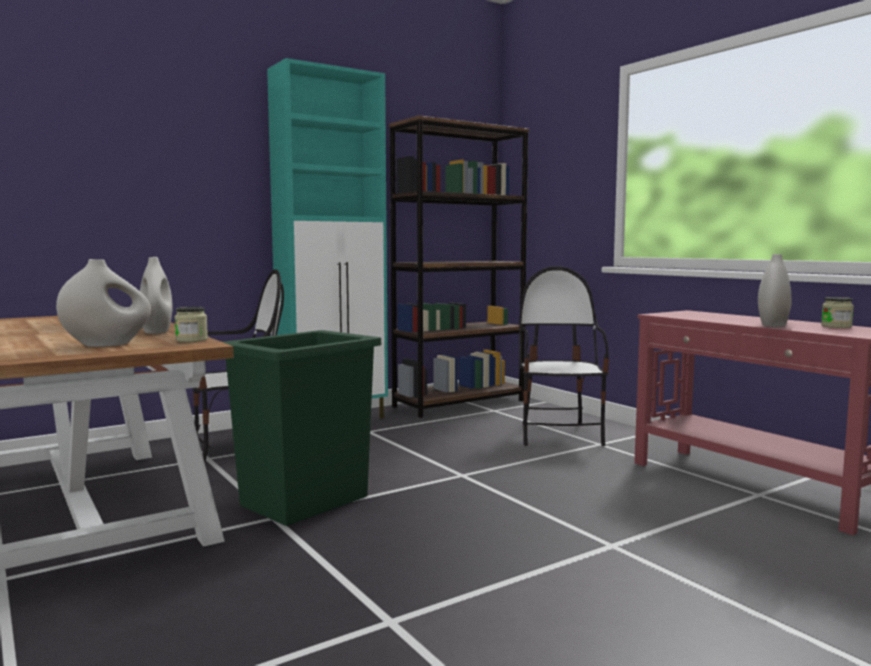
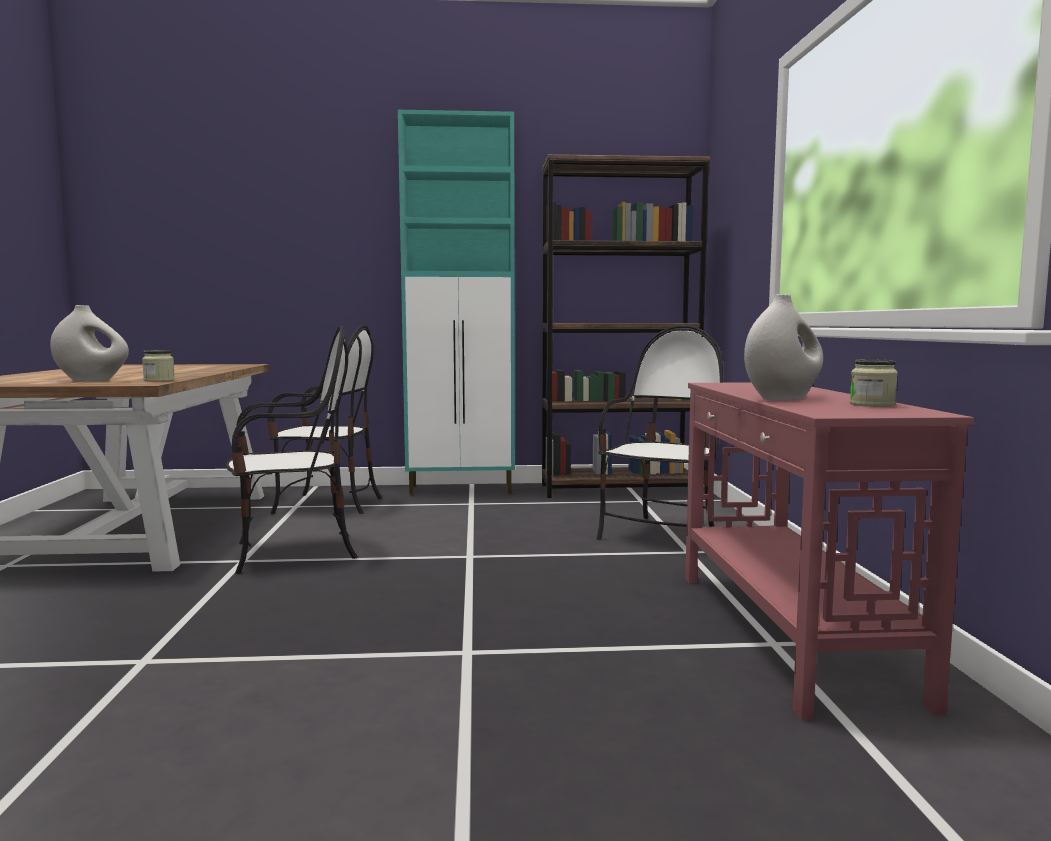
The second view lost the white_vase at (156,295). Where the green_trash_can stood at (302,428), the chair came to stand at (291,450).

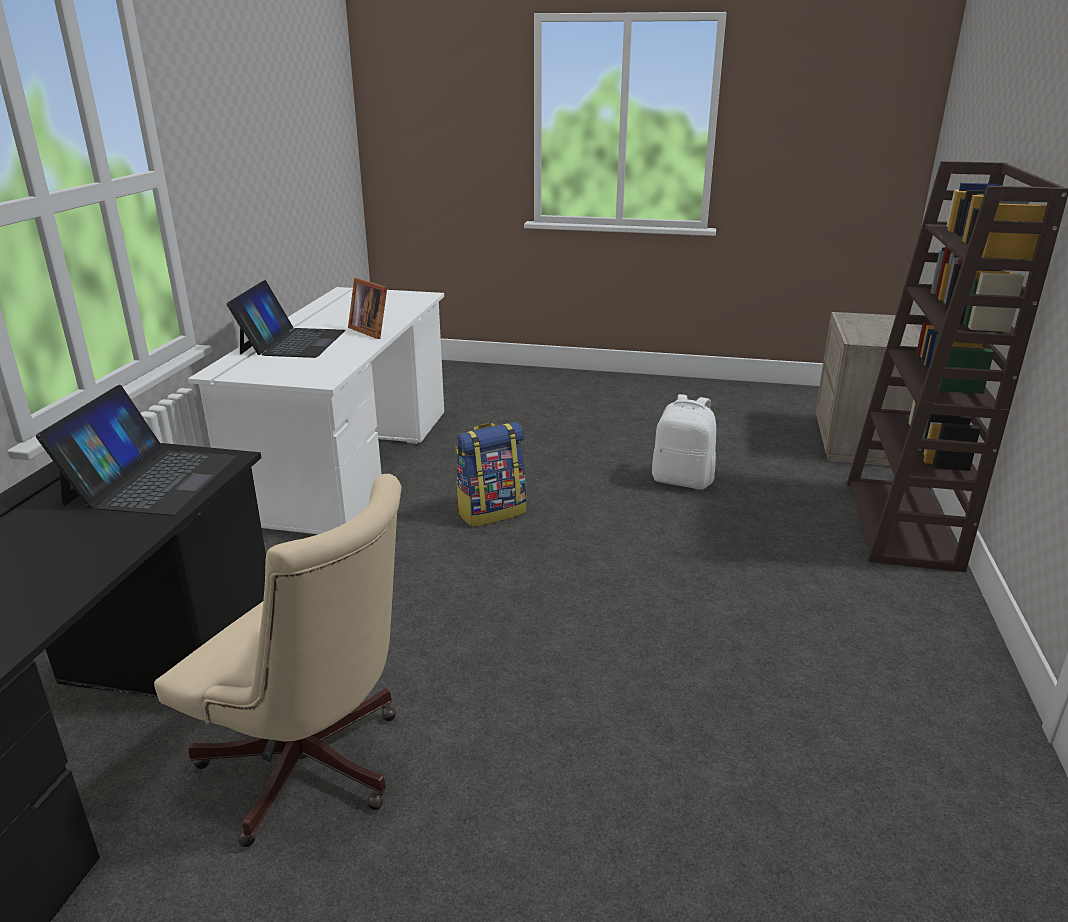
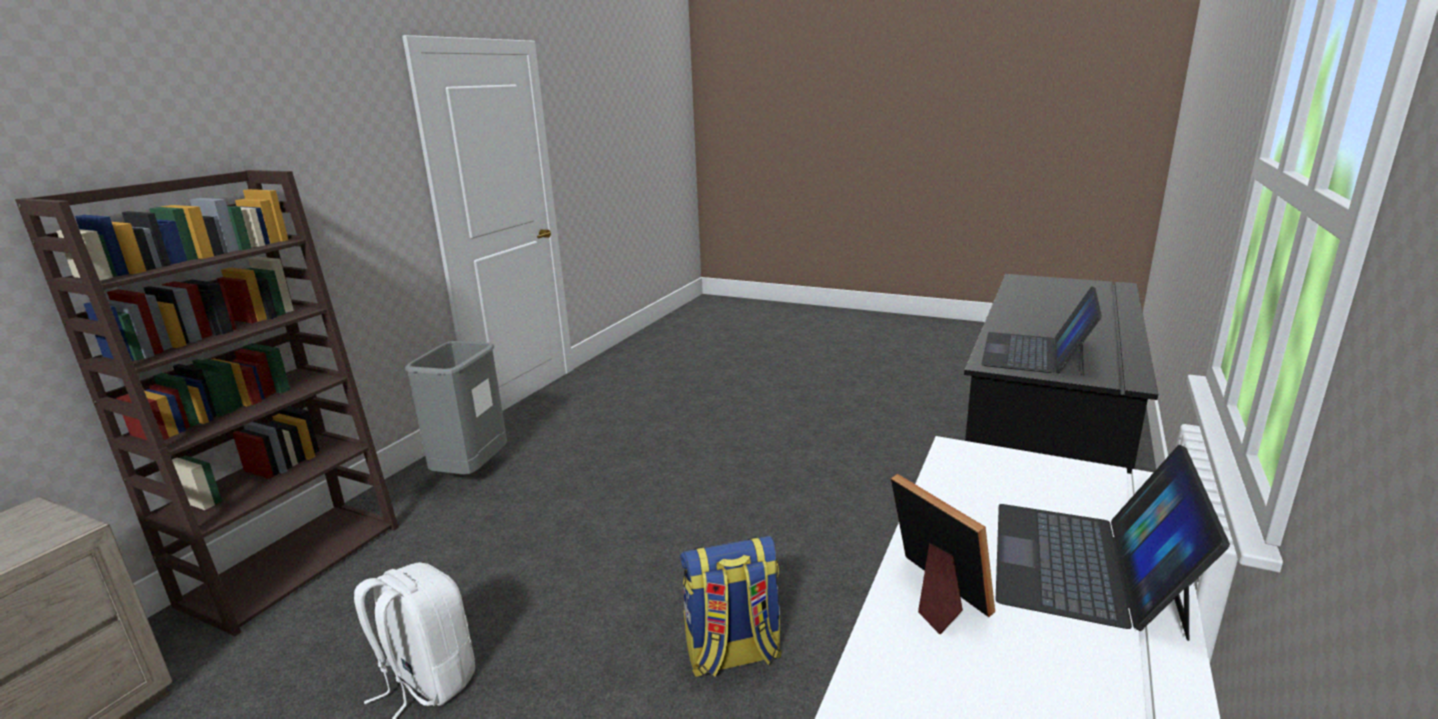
The second view lost the beige_office_chair at (278,660). The second view gained the grey_trash_can at (456,408).

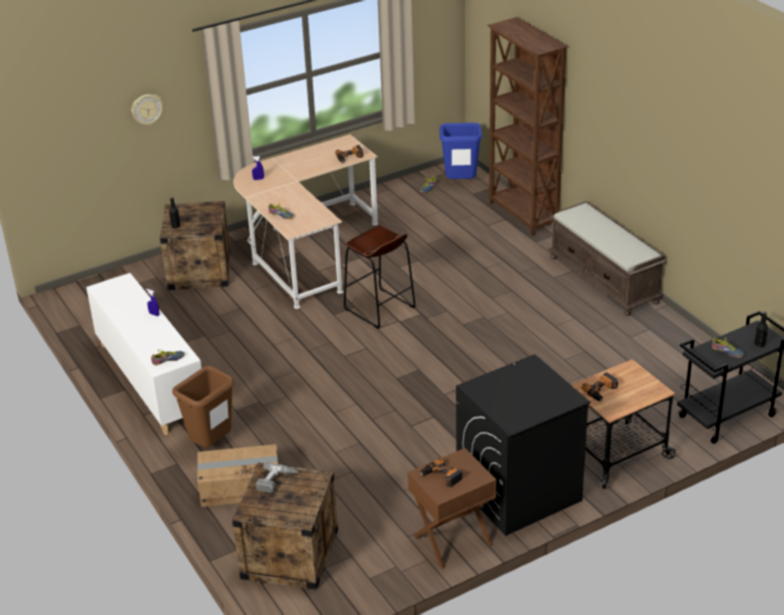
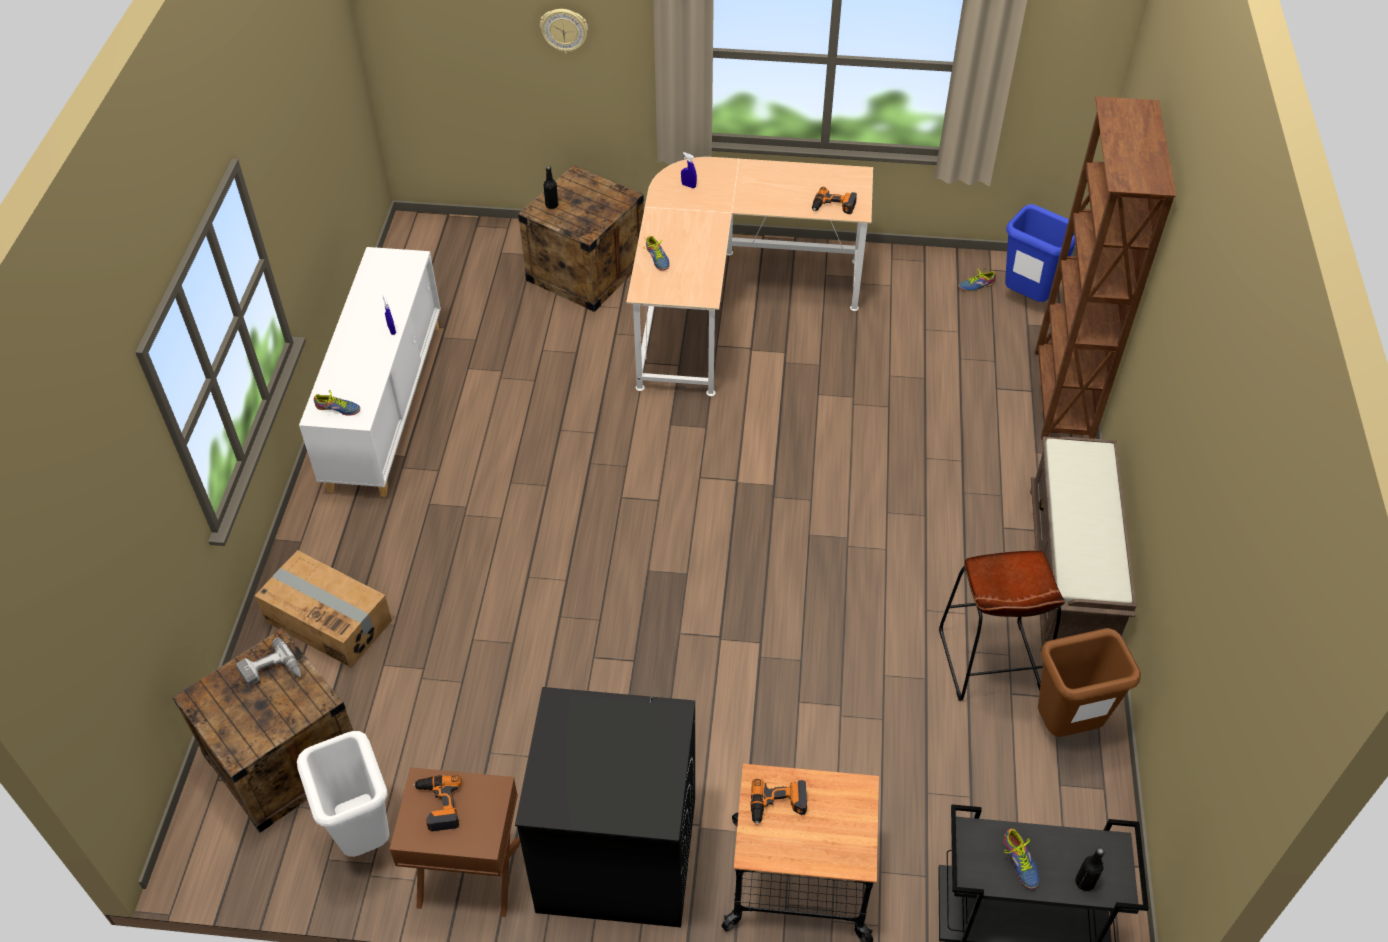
The second view gained the white_trash_can at (343,794). The brown_trash_can ended up elsewhere, having gone from (203,406) to (1089,682). The brown_stool ended up elsewhere, having gone from (379,277) to (1002,626).

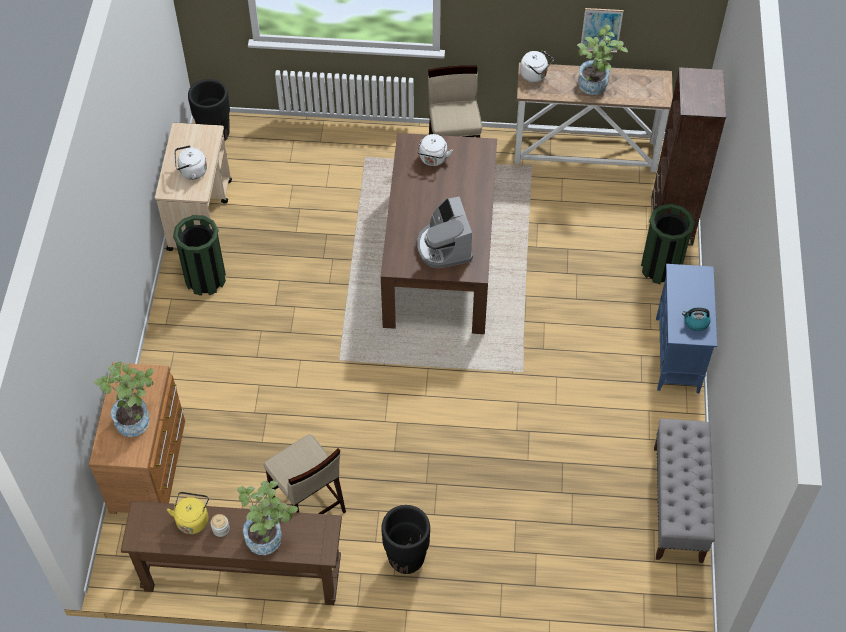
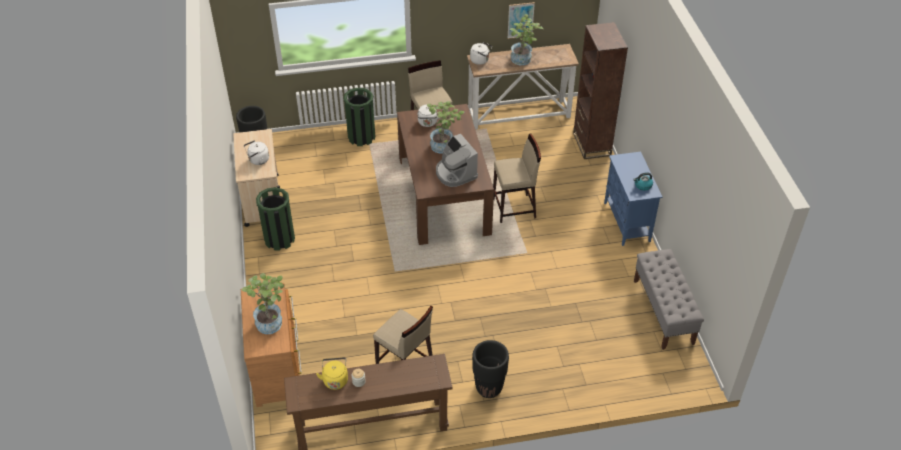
The second view gained the beige_stool at (517,178). The potted_plant ended up elsewhere, having gone from (267,518) to (445,127). The green_trash_can ended up elsewhere, having gone from (668,244) to (359,117).

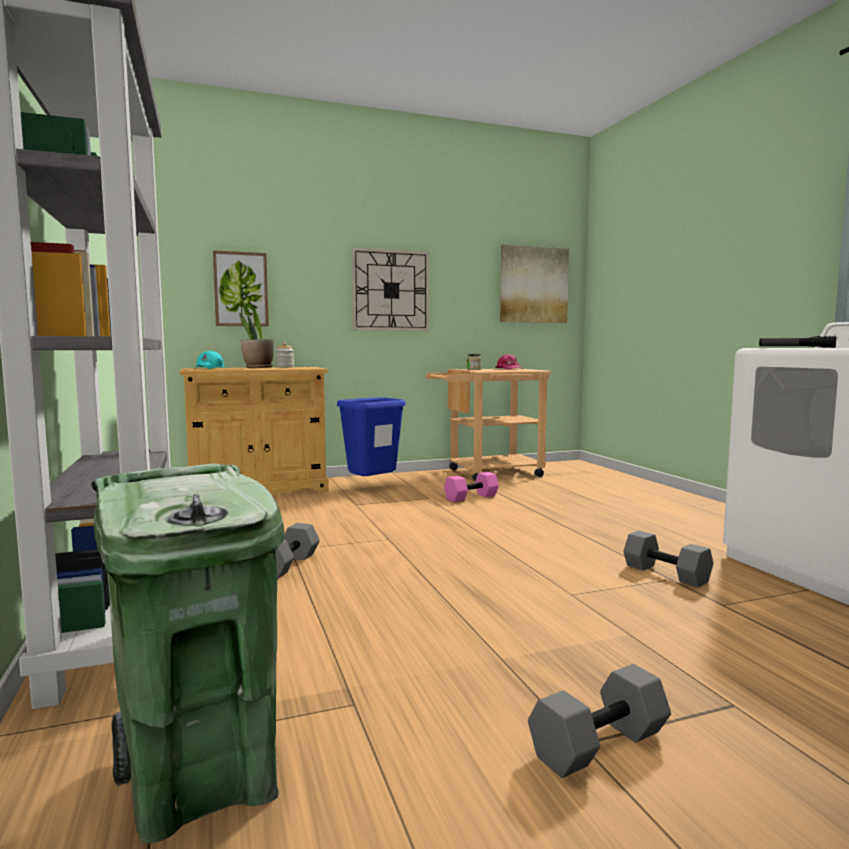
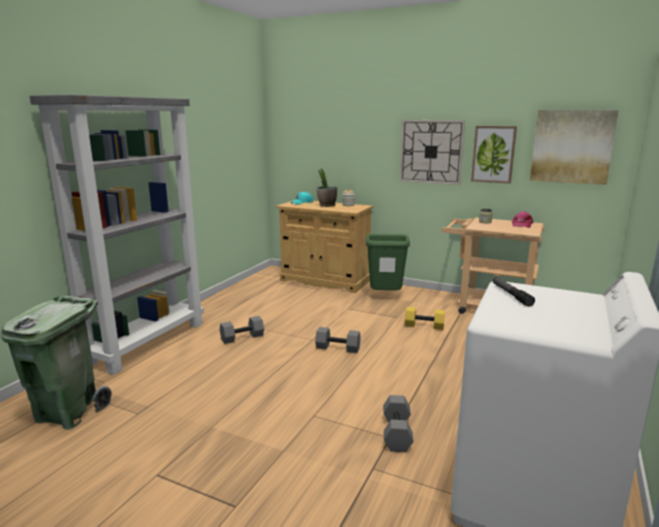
The picture ended up elsewhere, having gone from (241,288) to (494,155). The grey_dumbbell ended up elsewhere, having gone from (599,721) to (338,340). What was the blue_trash_can at (371,436) turned into the green_trash_can at (388,262). What was the pink_dumbbell at (471,487) turned into the yellow_dumbbell at (425,318).

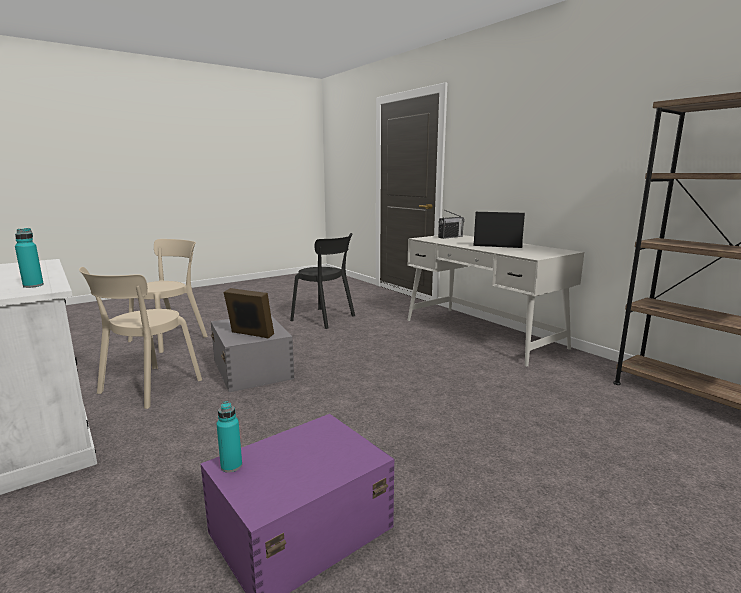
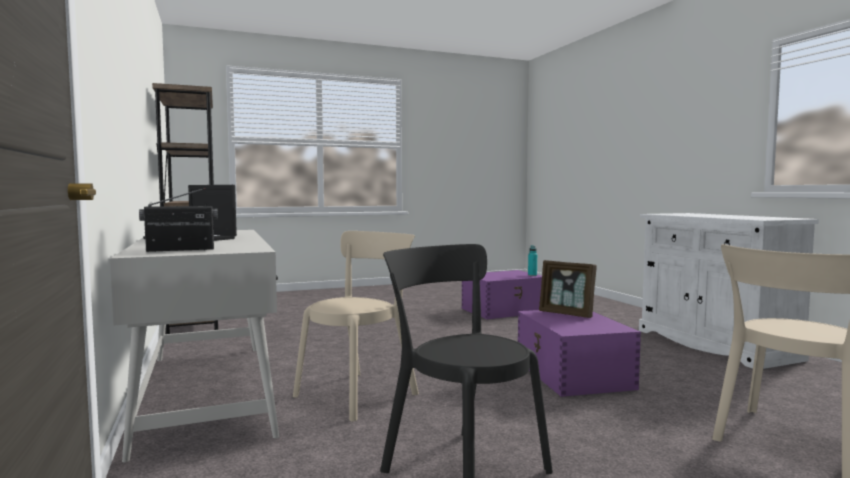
The second view lost the turquoise_bottle at (29,258). The beige_chair ended up elsewhere, having gone from (140,338) to (356,326). What was the grey_storage_box at (253,354) turned into the purple_storage_box at (579,353).

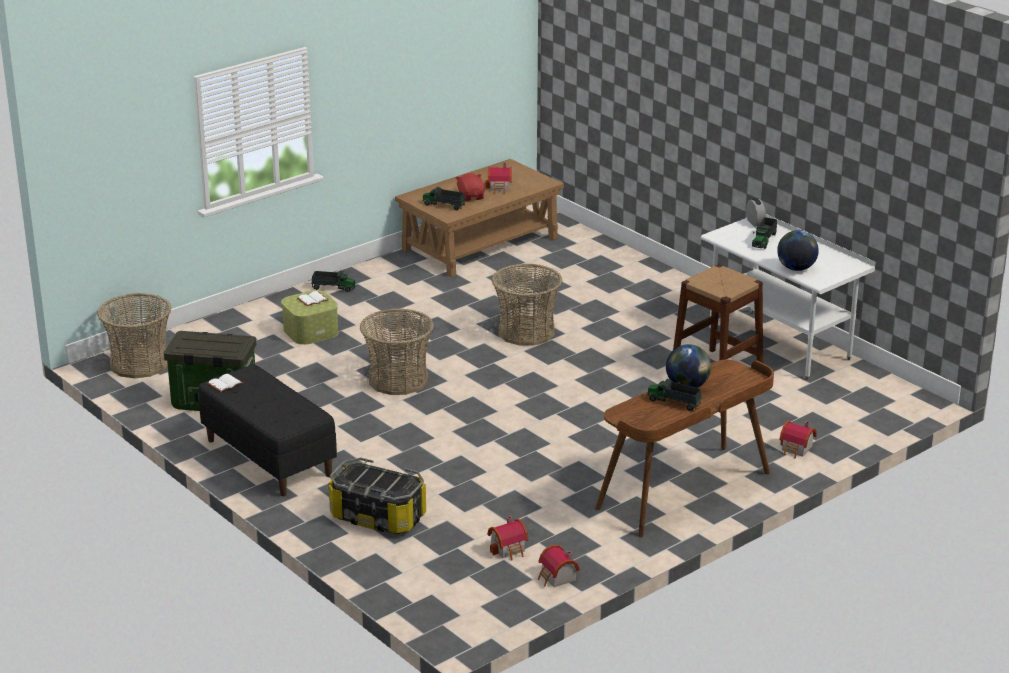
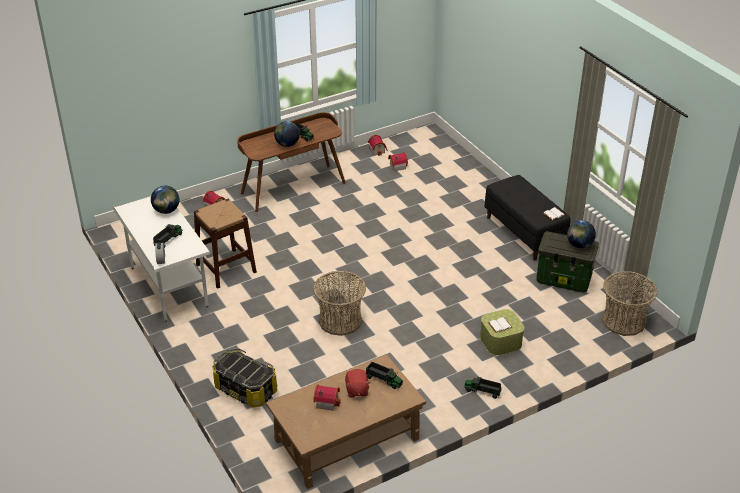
The second view lost the basket at (397,352). The second view gained the globe at (581,234). The storage_box ended up elsewhere, having gone from (377,496) to (244,378).

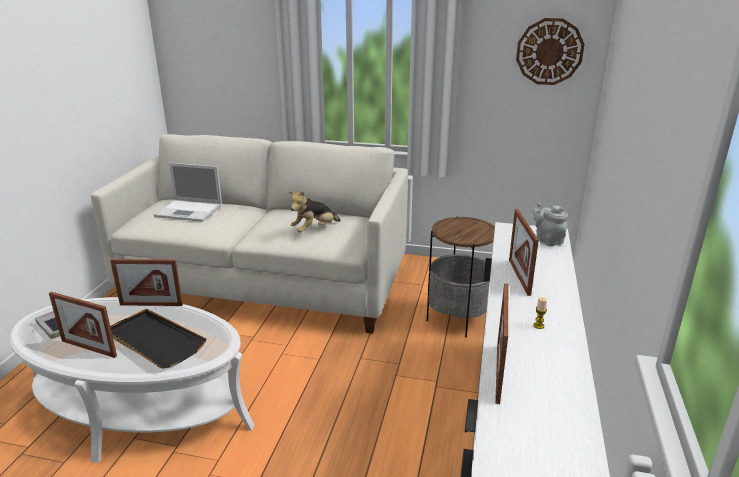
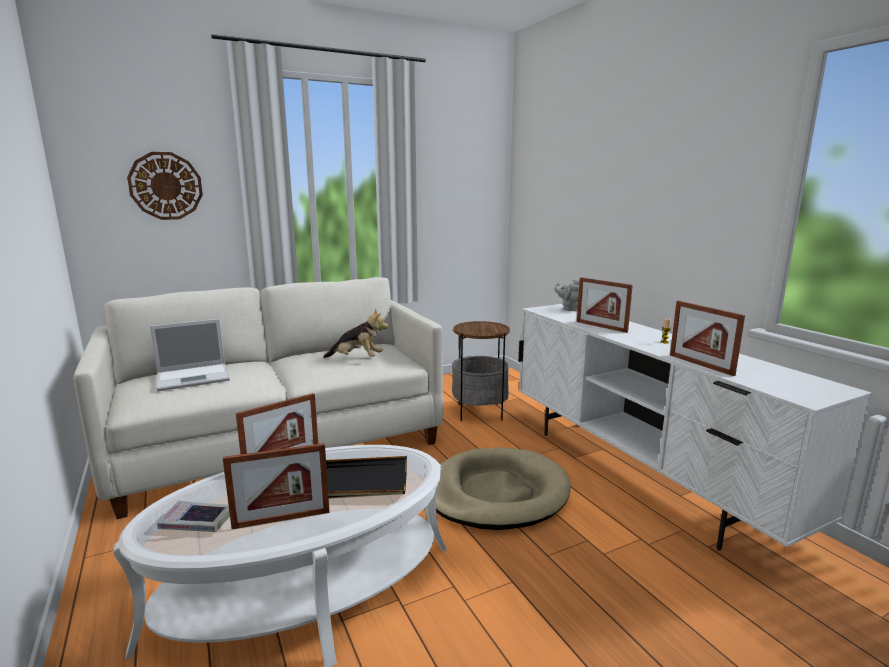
The second view gained the beige_dog_bed at (503,488). The wall_clock ended up elsewhere, having gone from (550,51) to (165,186). The plush_toy at (314,211) ended up facing another way, 90 degrees counterclockwise from before.

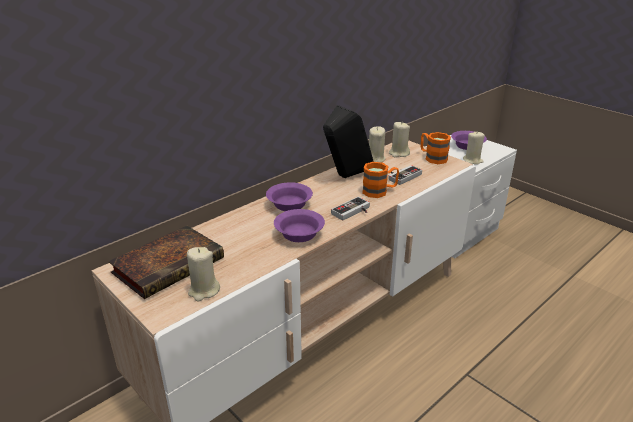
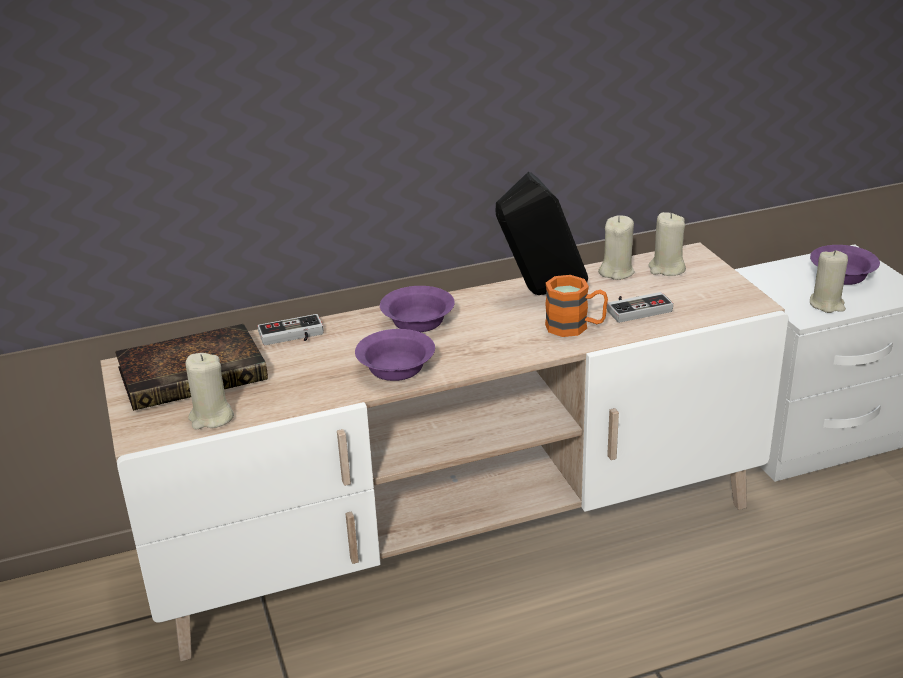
The second view lost the orange_mug at (436,148). The game_controller ended up elsewhere, having gone from (350,209) to (290,329).

